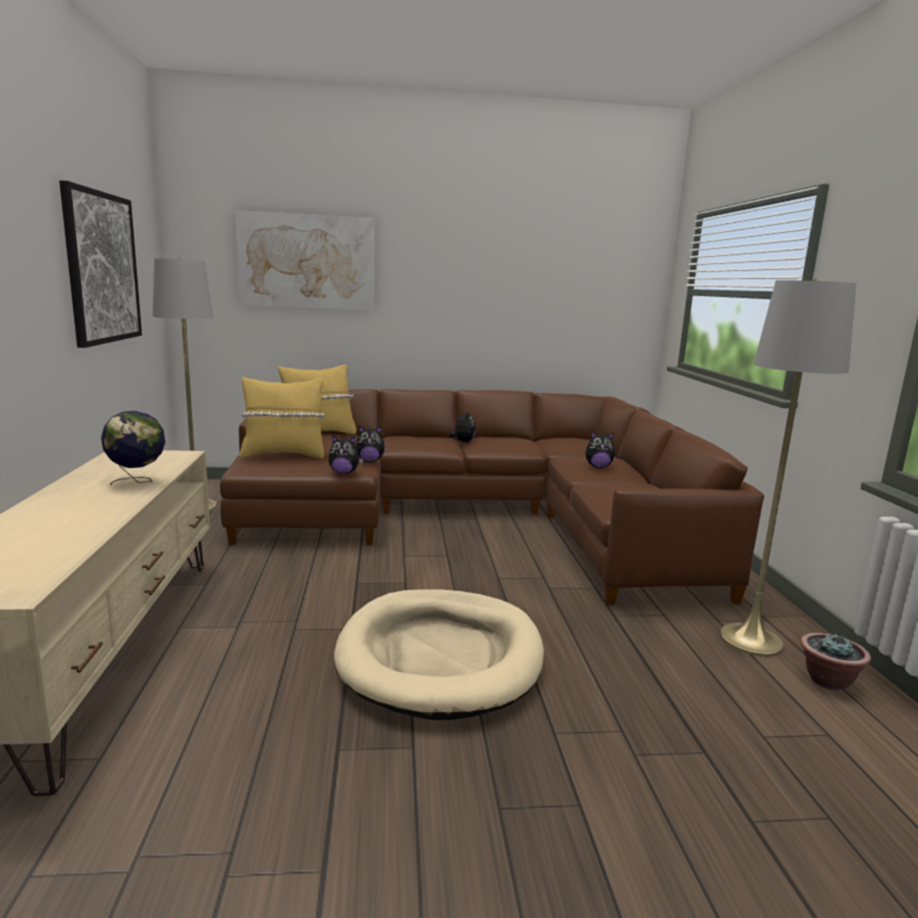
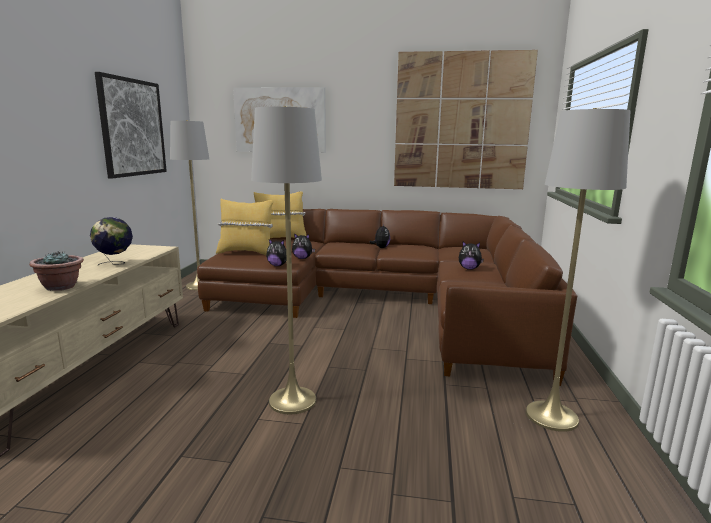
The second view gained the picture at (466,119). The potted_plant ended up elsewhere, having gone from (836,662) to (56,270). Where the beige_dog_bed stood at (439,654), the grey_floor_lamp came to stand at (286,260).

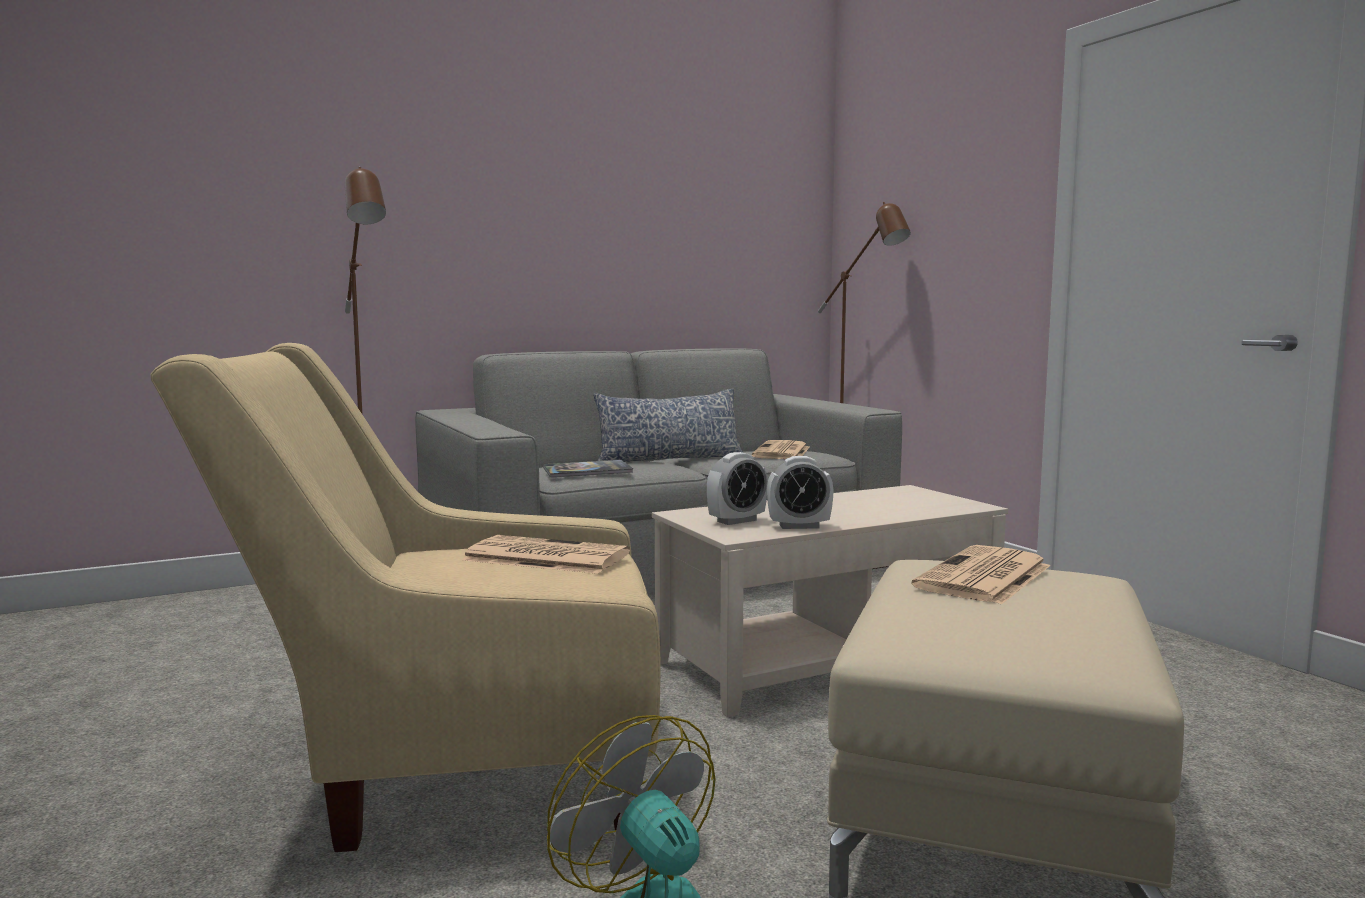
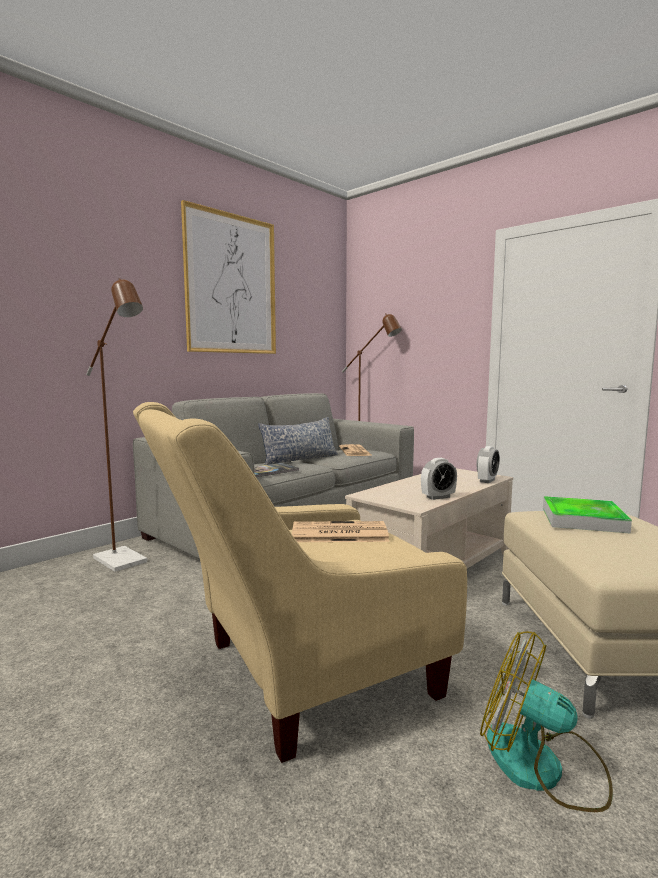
The second view gained the picture at (228,277). The alarm_clock ended up elsewhere, having gone from (737,488) to (488,464). Where the newspaper stood at (981,575), the tray came to stand at (587,515).

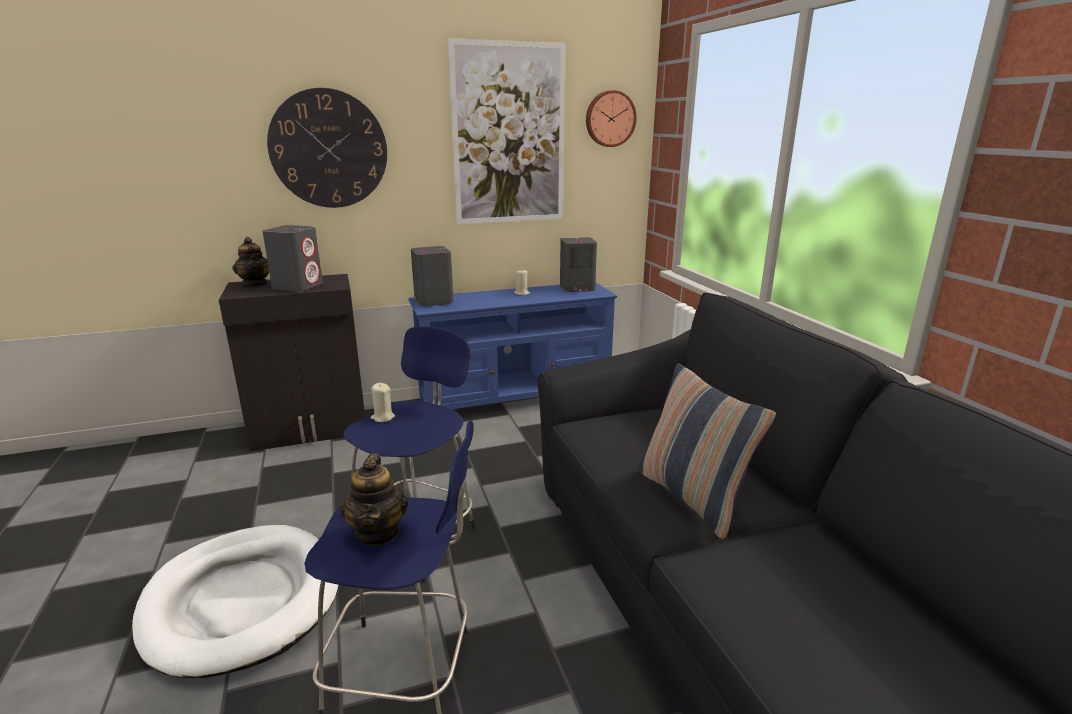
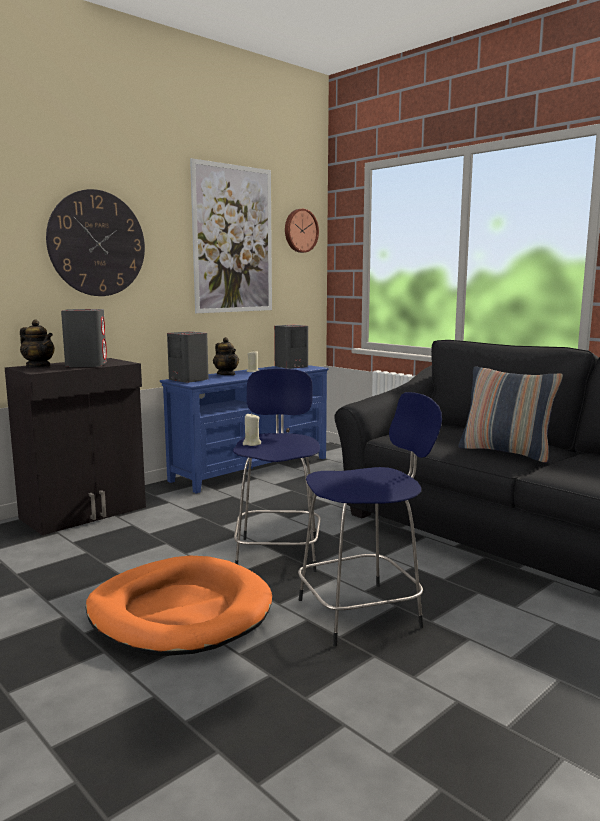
The teapot ended up elsewhere, having gone from (374,500) to (226,356). What was the white_dog_bed at (235,601) turned into the orange_dog_bed at (179,606).

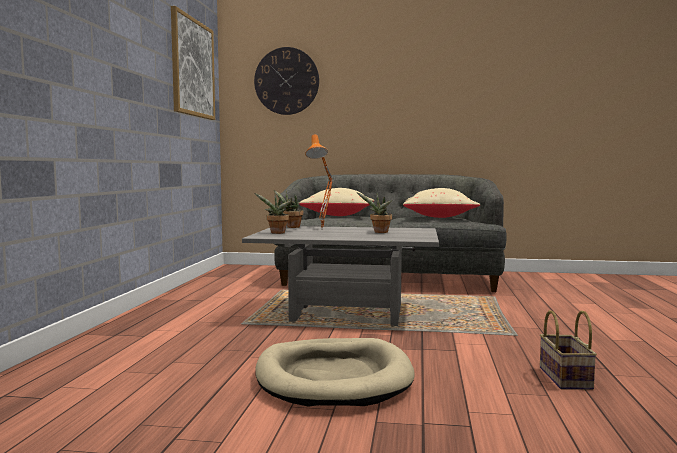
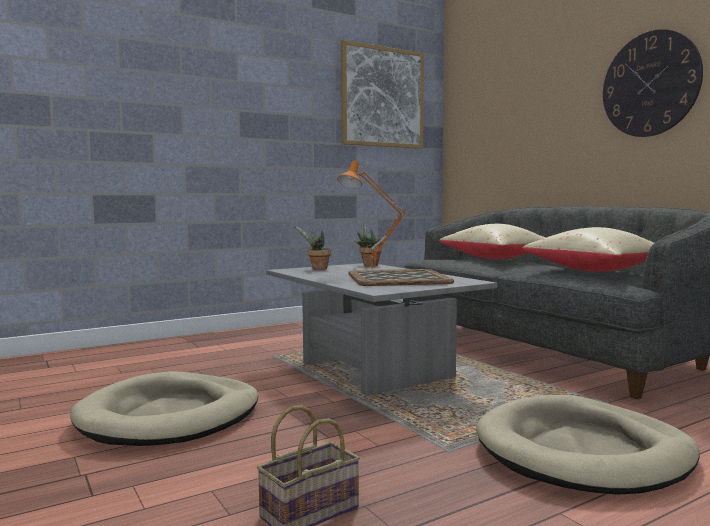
The second view gained the beige_dog_bed at (588,445). The wall_clock ended up elsewhere, having gone from (286,81) to (653,83). Where the potted_plant stood at (374,212), the tray came to stand at (401,277).

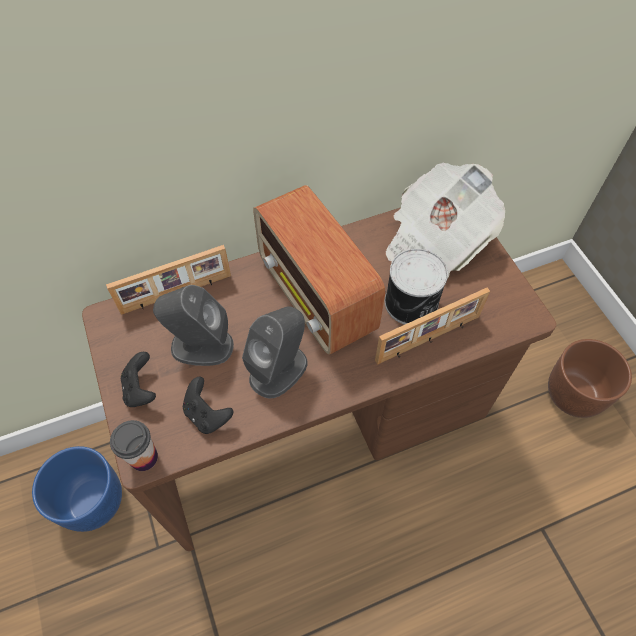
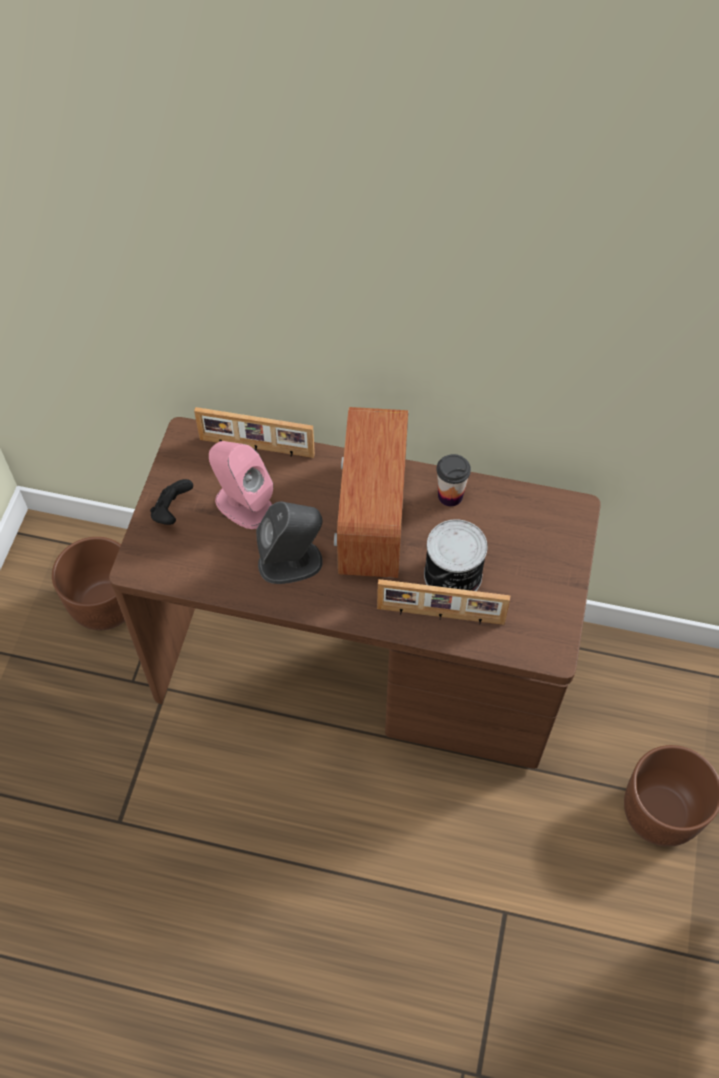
The second view lost the black_game_controller at (208,405). The second view lost the newspaper at (445,221). The cup ended up elsewhere, having gone from (134,445) to (453,480). What was the blue_planter at (77,489) turned into the brown_planter at (88,583). What was the grey_speaker at (193,325) turned into the pink_speaker at (241,485).

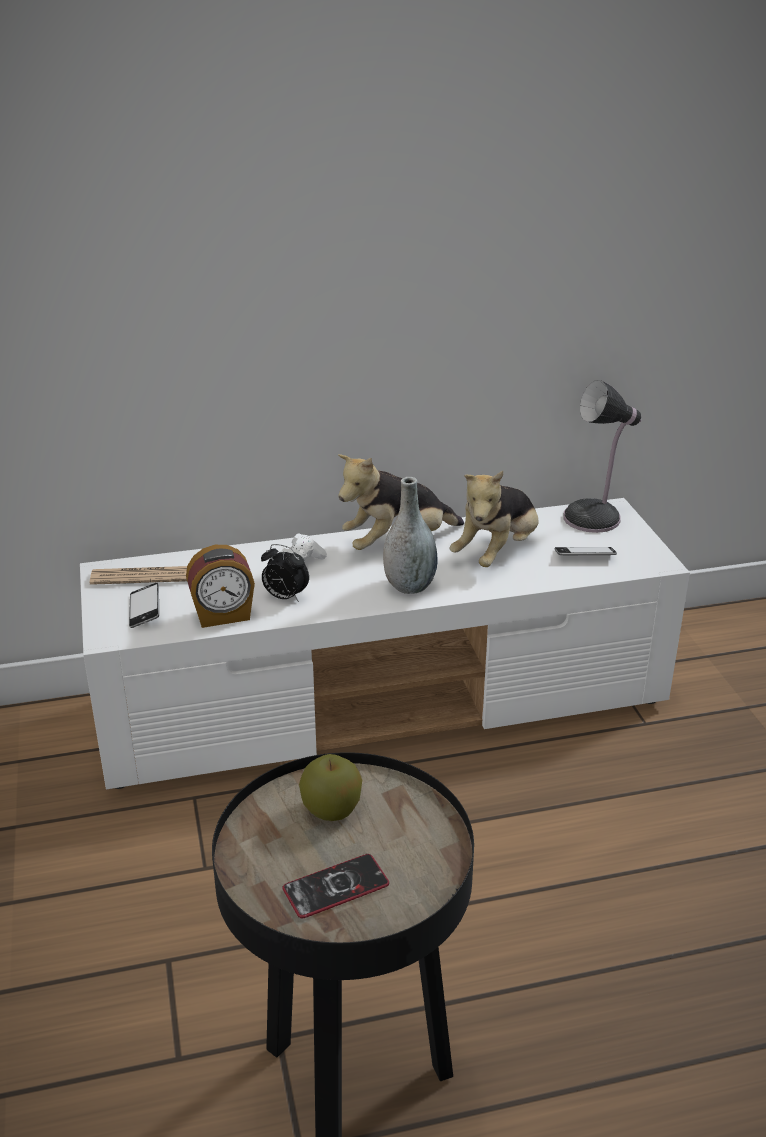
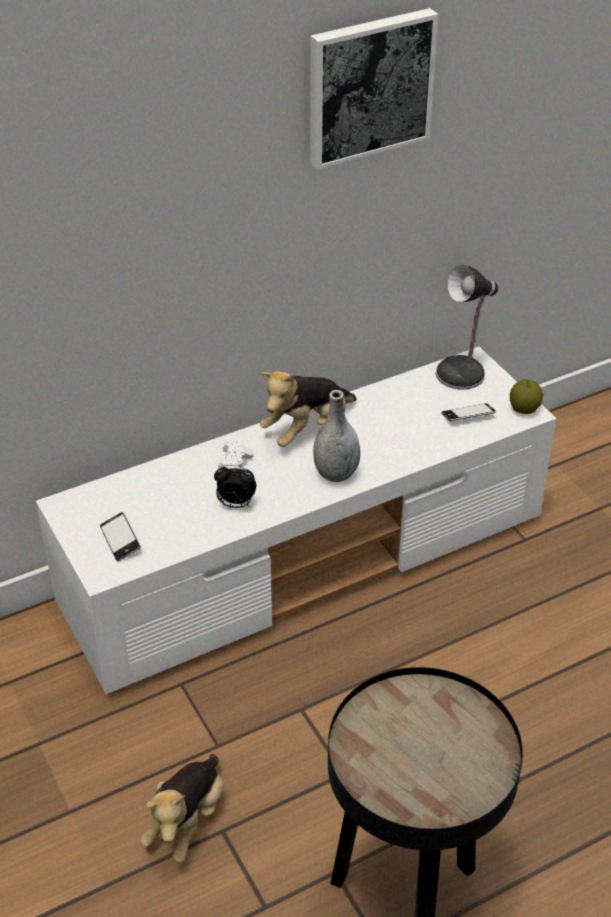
The second view lost the newspaper at (138,575). The second view lost the alarm_clock at (220,586). The second view lost the phone at (336,886). The second view gained the picture at (374,89). The apple ended up elsewhere, having gone from (330,787) to (526,396). The plush_toy ended up elsewhere, having gone from (494,519) to (182,809).

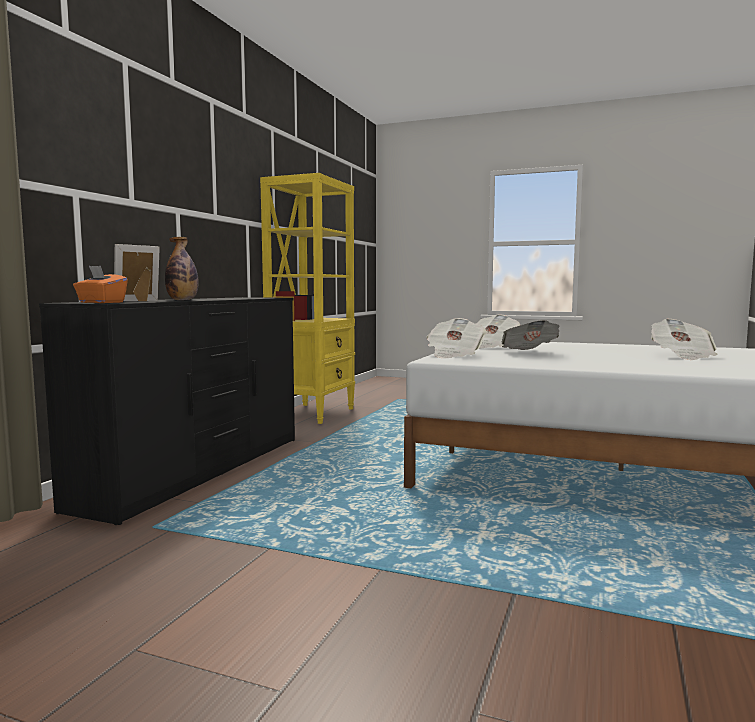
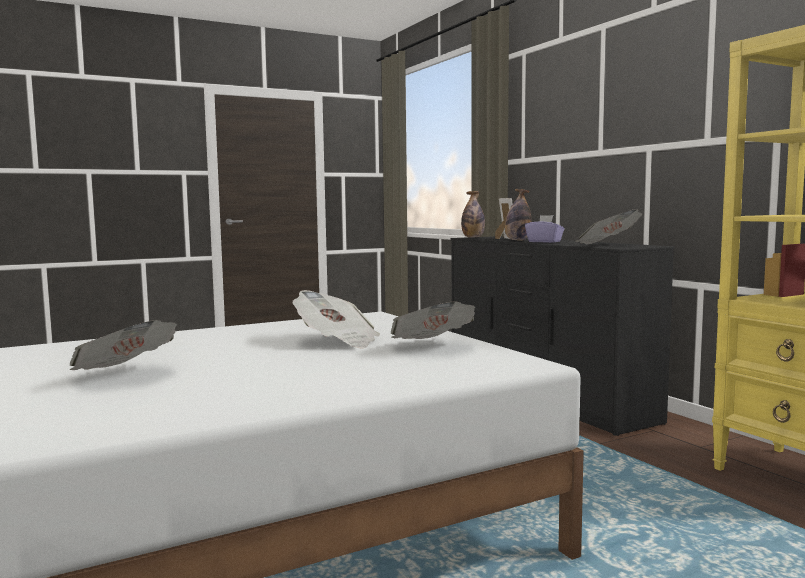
The second view gained the purple_tissue_box at (544,229). The newspaper ended up elsewhere, having gone from (456,338) to (608,226). Where the orange_tissue_box stood at (100,284), the bottle came to stand at (473,214).

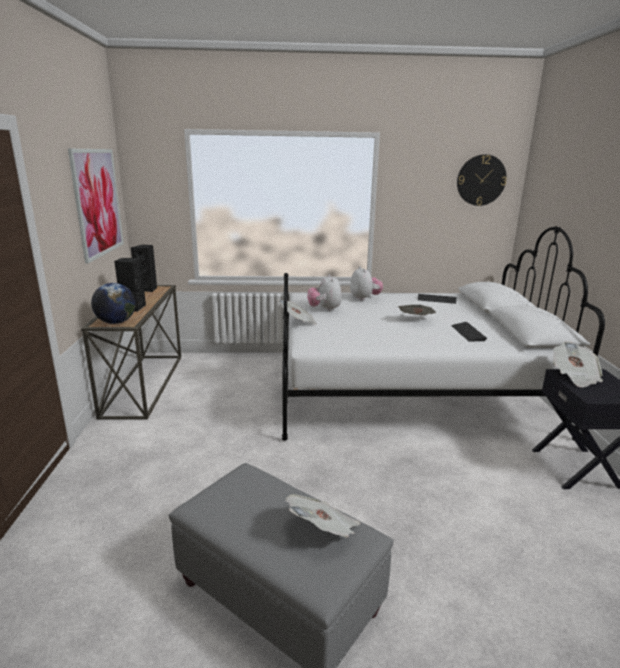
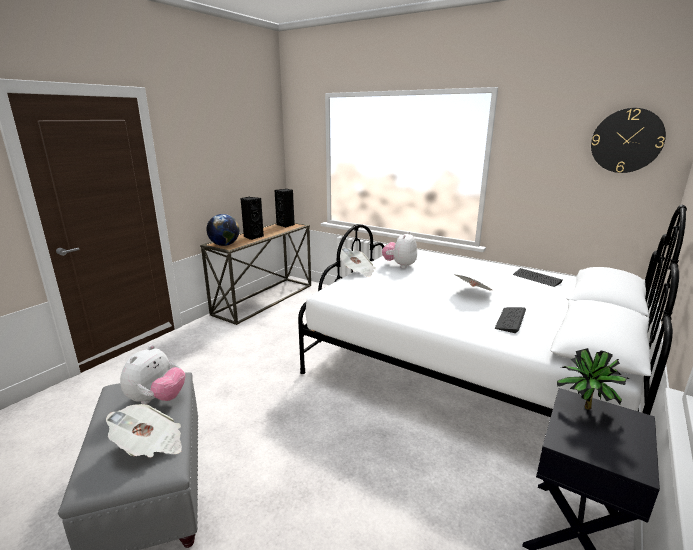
The second view lost the picture at (96,205). The plush_toy ended up elsewhere, having gone from (366,283) to (152,374). Where the newspaper stood at (578,364), the potted_plant came to stand at (593,379).

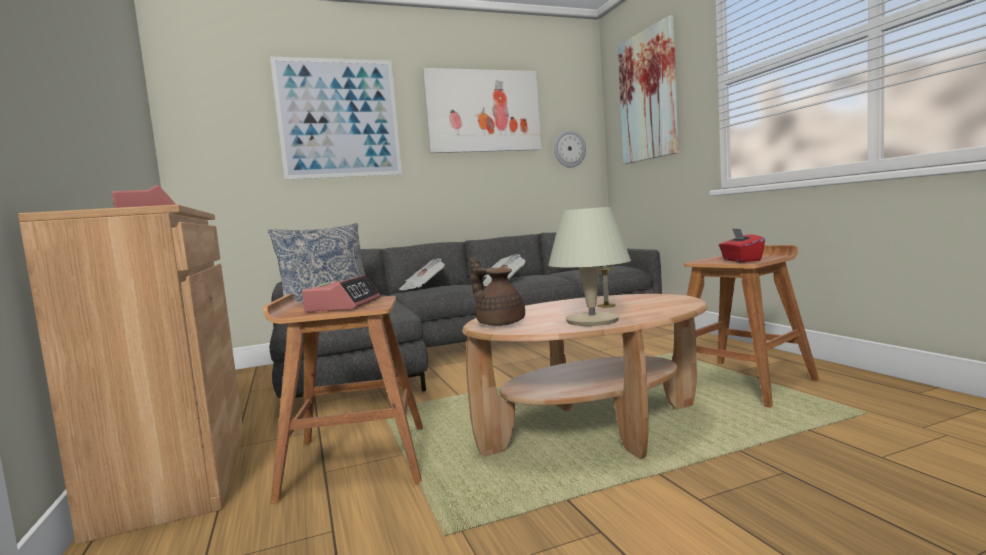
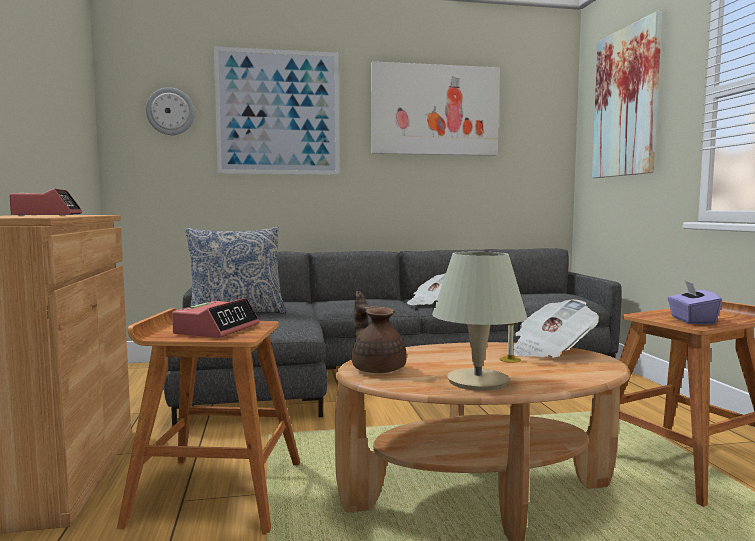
The newspaper ended up elsewhere, having gone from (422,274) to (556,328). The wall_clock ended up elsewhere, having gone from (570,148) to (170,111). What was the red_tissue_box at (742,245) turned into the purple_tissue_box at (694,302).

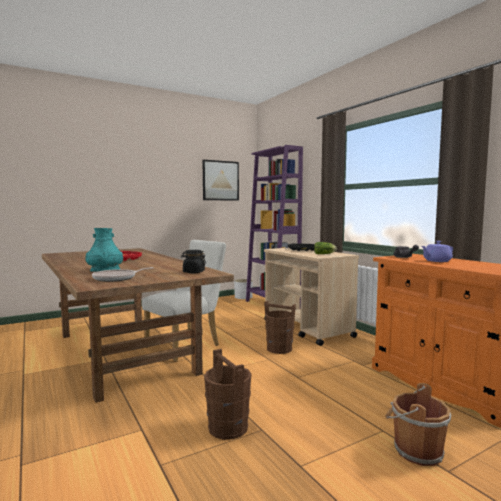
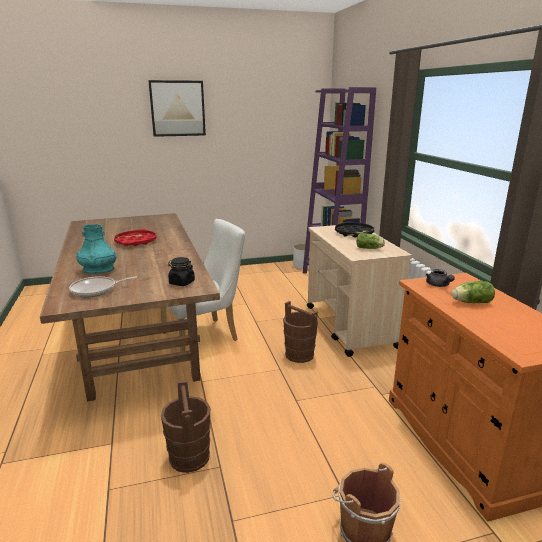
The picture ended up elsewhere, having gone from (221,180) to (177,108). Where the purple_teapot stood at (437,251), the lettuce came to stand at (473,292).

